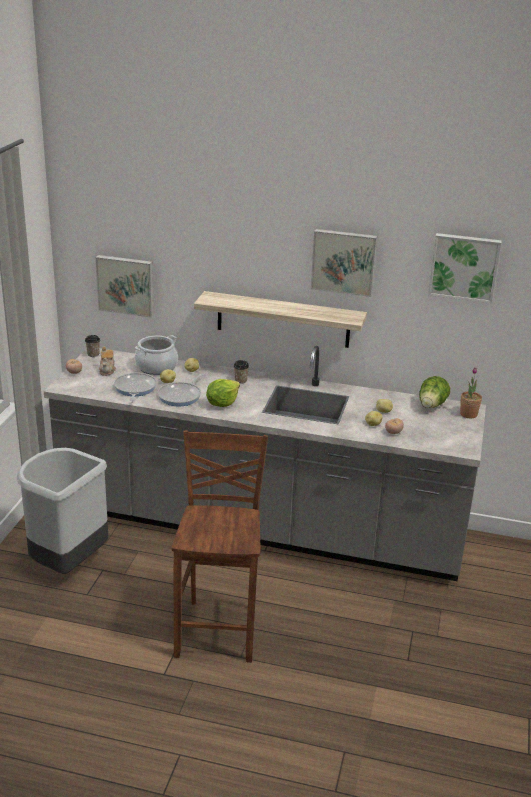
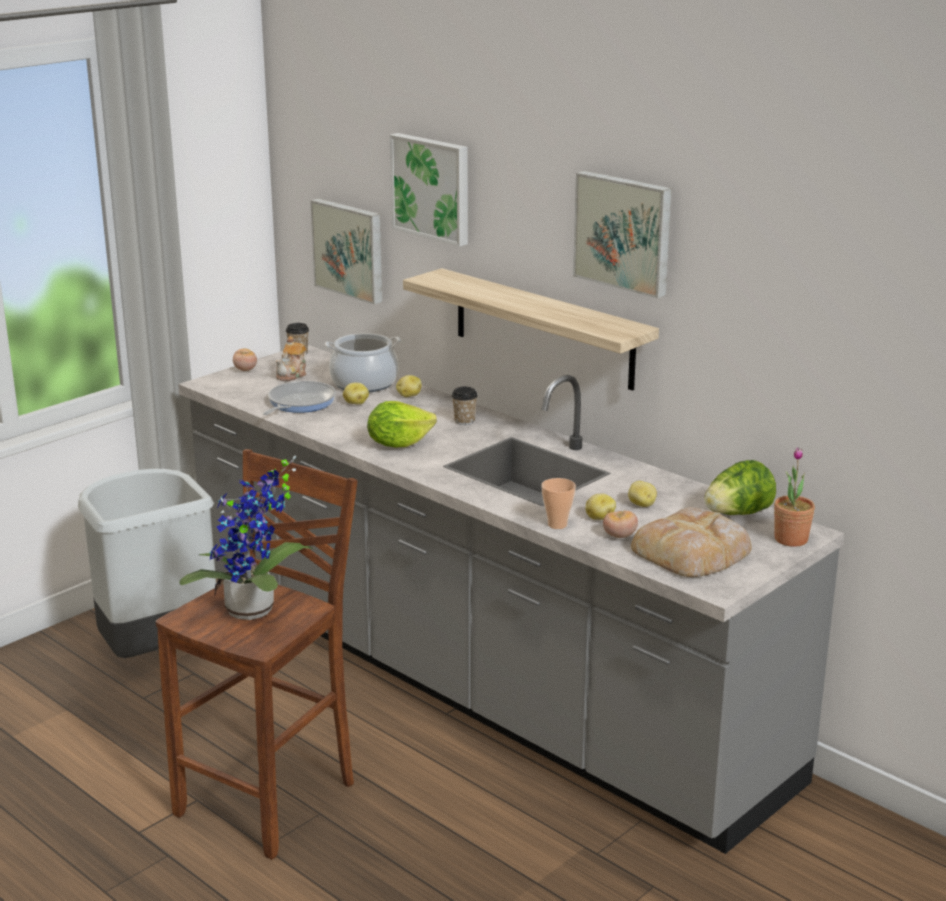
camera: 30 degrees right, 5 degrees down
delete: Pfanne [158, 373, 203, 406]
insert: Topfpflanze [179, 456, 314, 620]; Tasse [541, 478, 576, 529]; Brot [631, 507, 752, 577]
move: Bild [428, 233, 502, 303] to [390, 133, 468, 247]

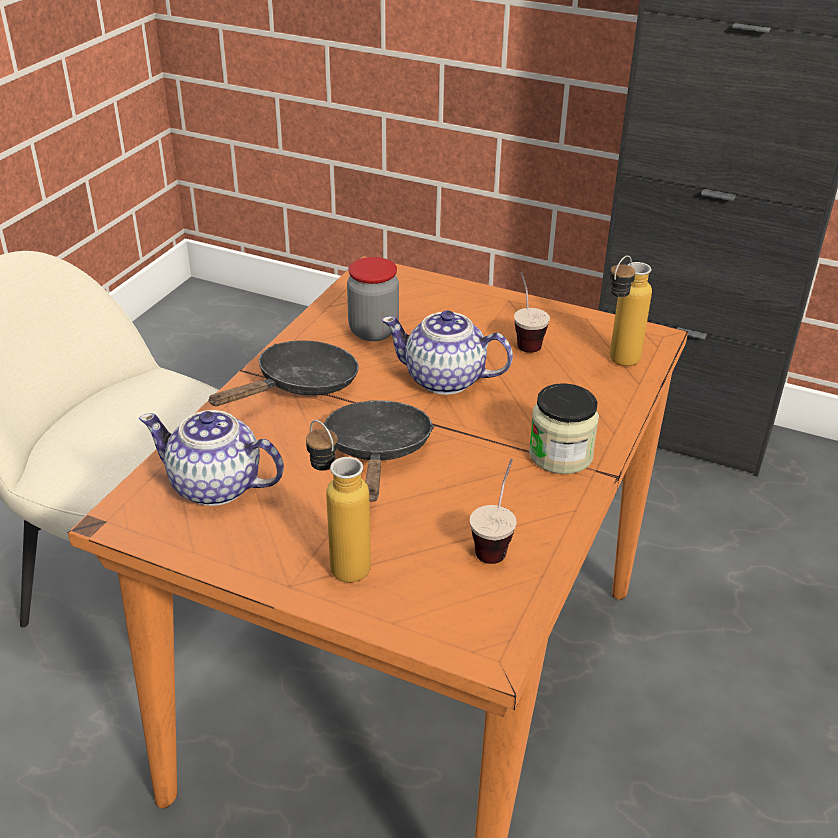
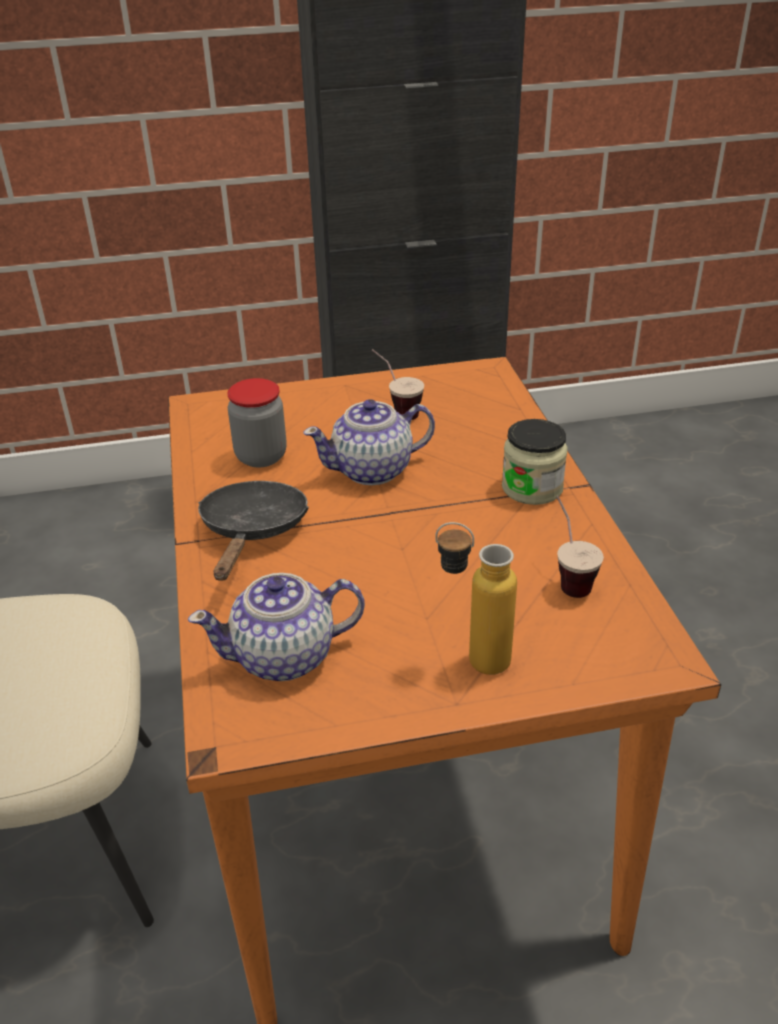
camera: 35 degrees left, 0 degrees up
delete: Pfanne/schwarz [323, 400, 434, 502]; Flasche [610, 255, 652, 366]

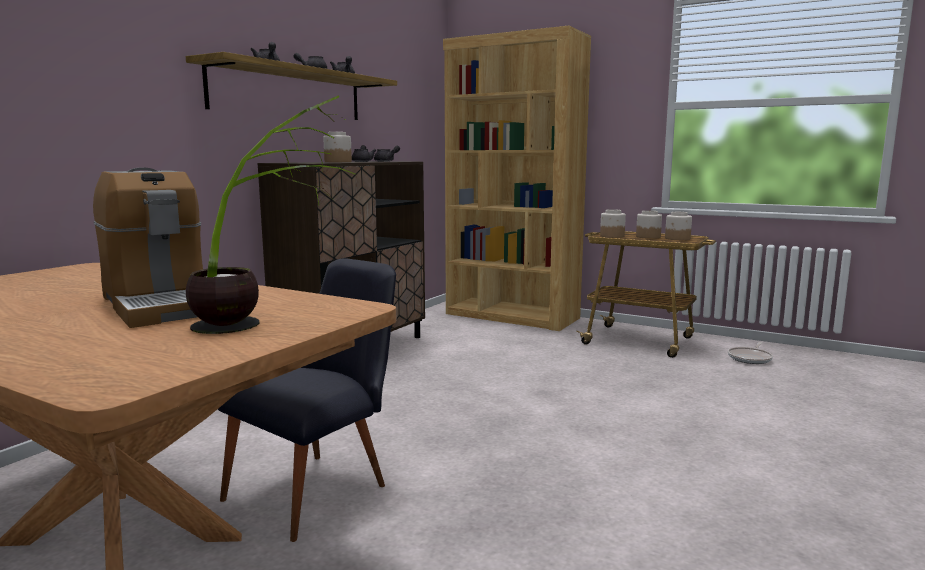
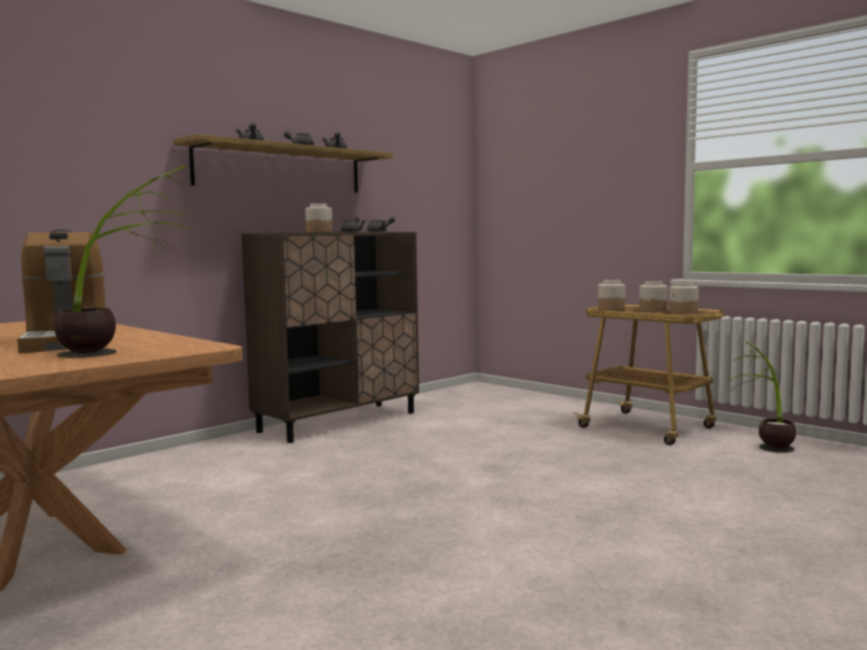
camera: 15 degrees right, 5 degrees down
delete: Stuhl/schwarz [218, 258, 396, 542]; Bücherregal/braun [443, 26, 591, 331]
replace: Pfanne [728, 342, 773, 364] to Topfpflanze [729, 342, 796, 453]

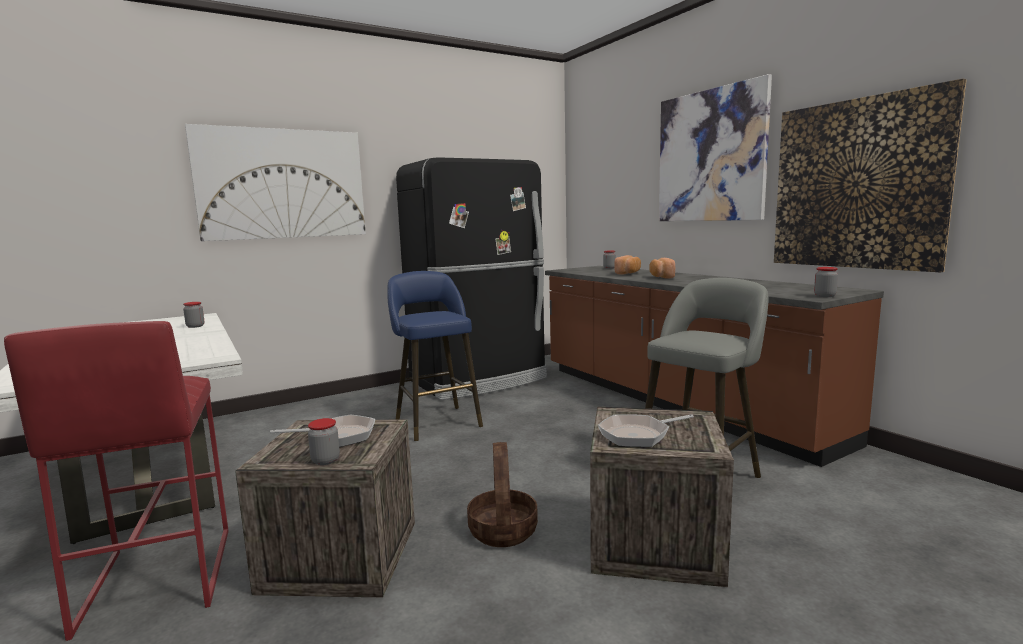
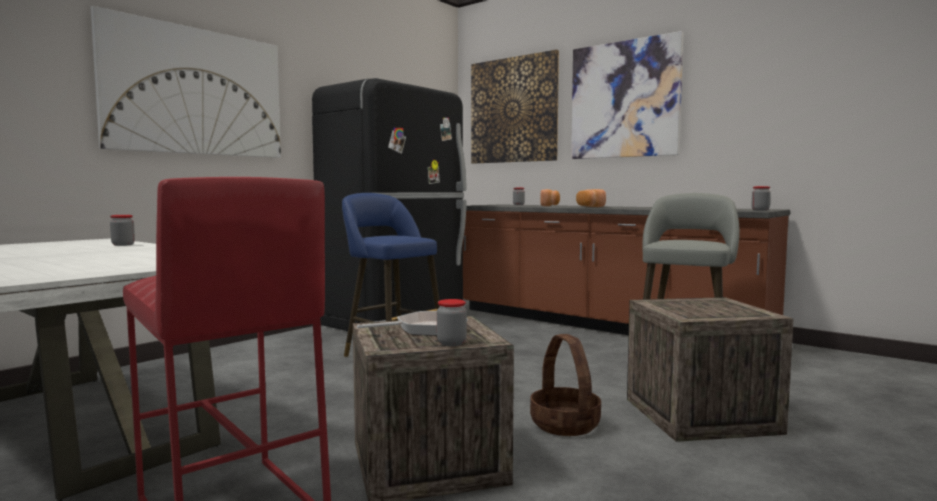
camera: 20 degrees left, 5 degrees down
delete: Pfanne [598, 414, 694, 447]
move: Bild [774, 79, 967, 272] to [471, 50, 559, 164]

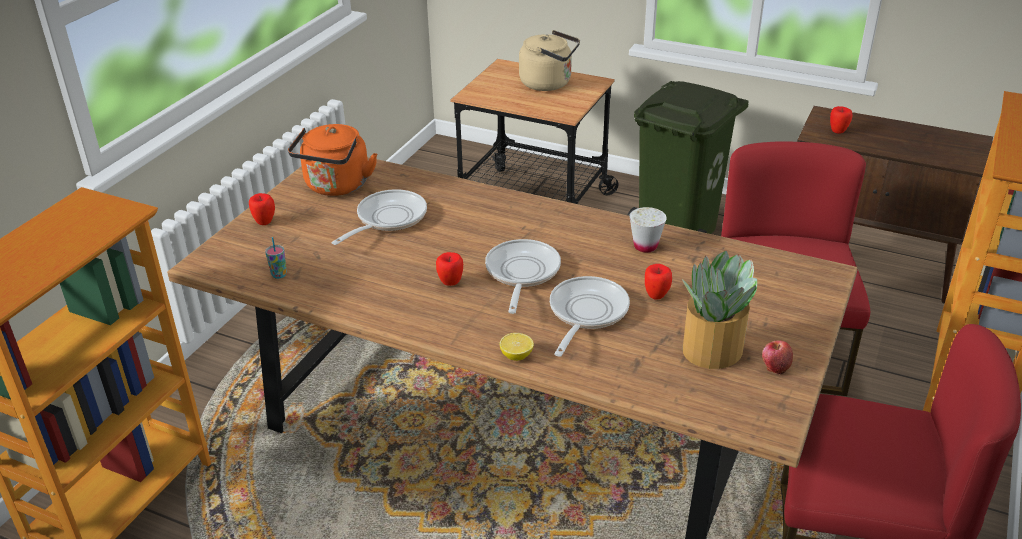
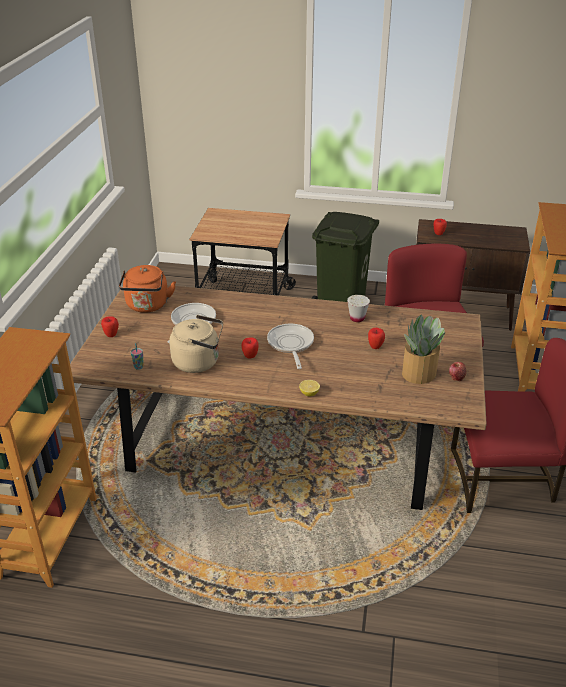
camera: 15 degrees left, 0 degrees up
delete: Pfanne [550, 276, 630, 357]
move: Wasserkessel/beige [519, 30, 580, 91] to [169, 315, 223, 373]

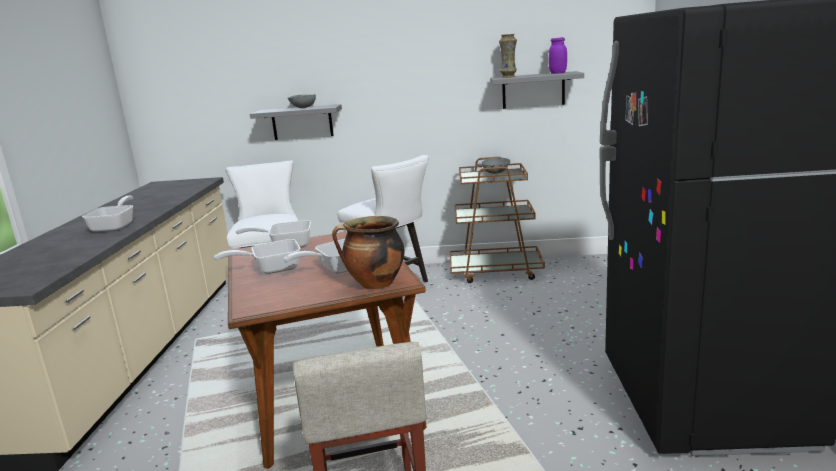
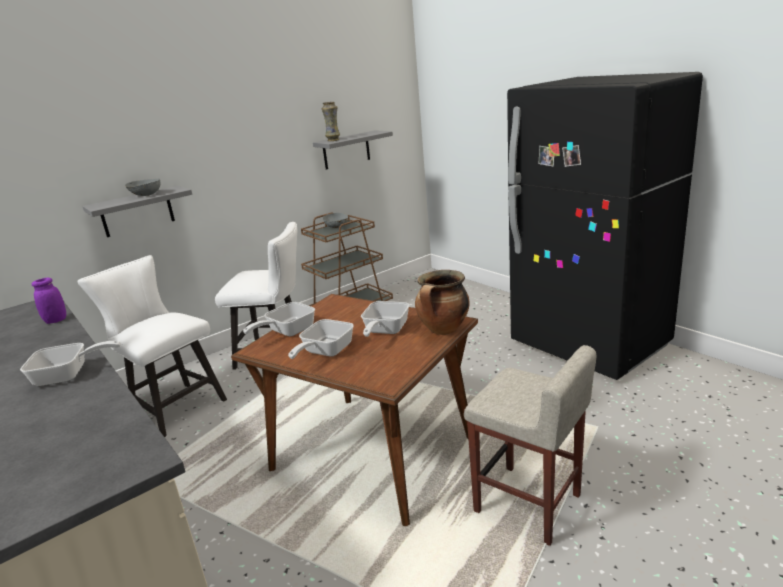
camera: 40 degrees left, 5 degrees up
move: Vorratsglas/lila [548, 37, 567, 74] to [32, 278, 66, 324]
rotate: Pfanne [82, 196, 133, 232] = [20, 341, 121, 386] 120 degrees clockwise

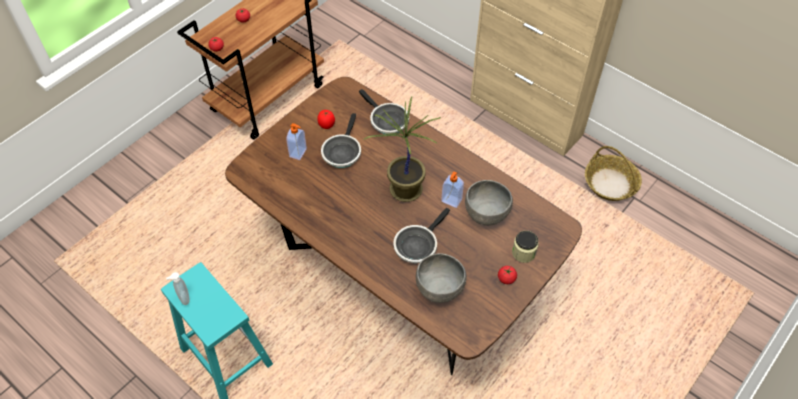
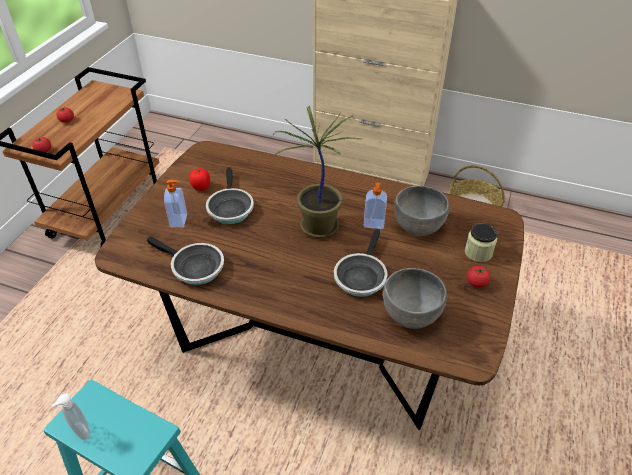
camera: 20 degrees left, 10 degrees down
move: Pfanne [359, 89, 409, 134] to [147, 236, 224, 285]

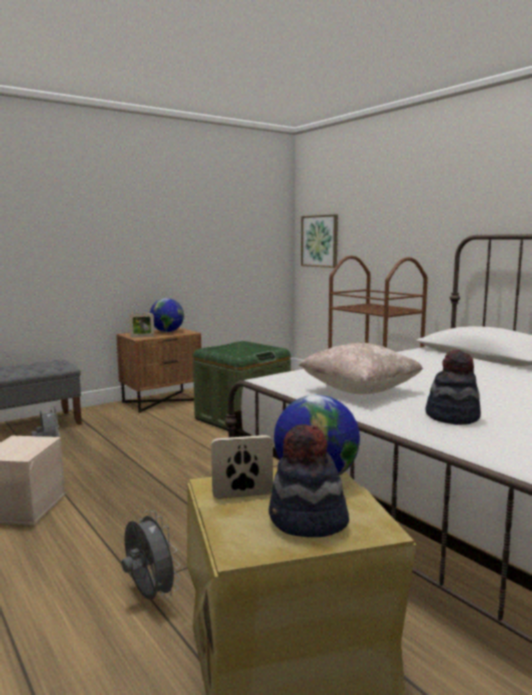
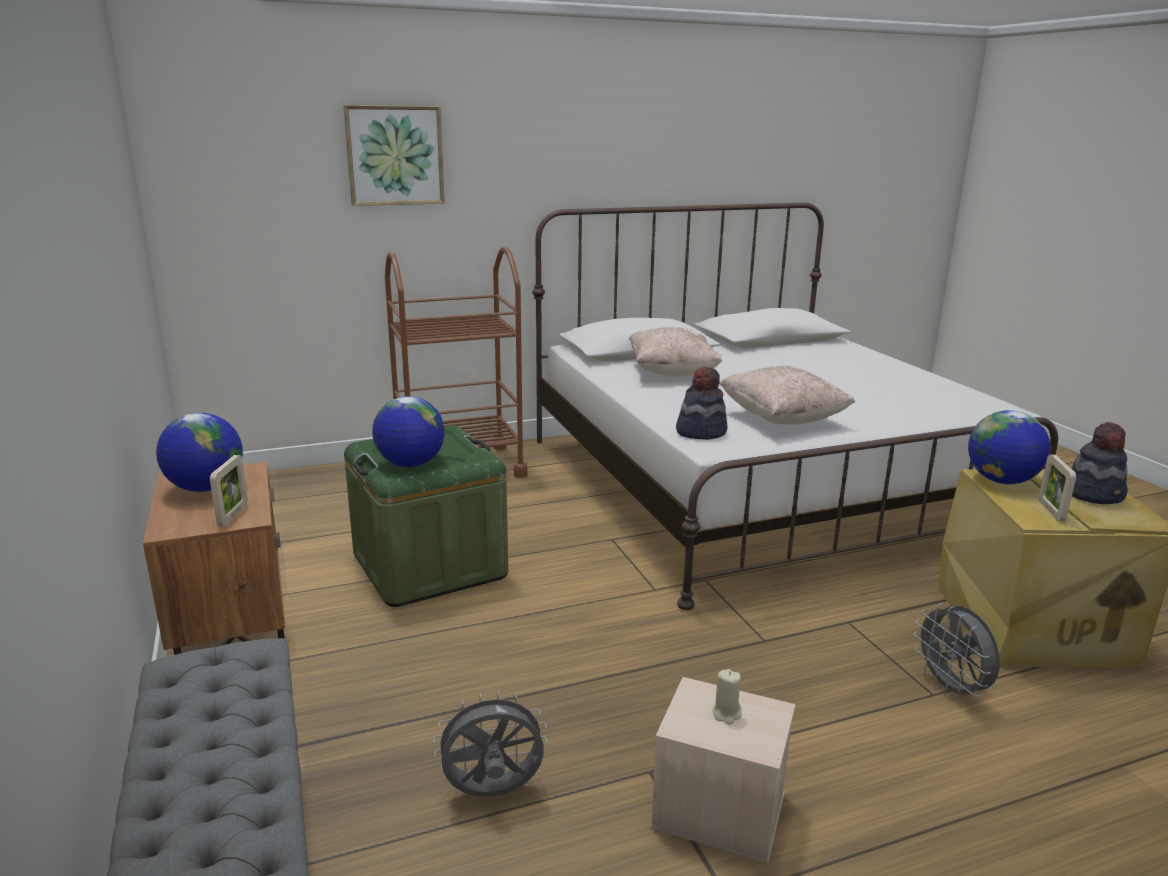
camera: 75 degrees left, 10 degrees up
insert: Globus [372, 396, 445, 467]; Kissen/beige [629, 327, 722, 377]; Kerze/beige [712, 669, 742, 724]
move: Bild [301, 214, 338, 268] to [343, 105, 445, 206]; Hut [425, 350, 481, 425] to [676, 367, 727, 440]
rotate: Ventilator/grau [121, 510, 181, 600] = [913, 603, 1000, 701] 90 degrees counterclockwise

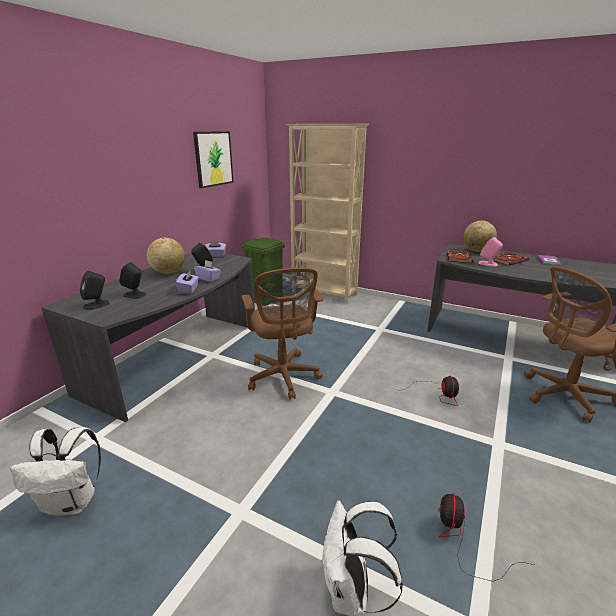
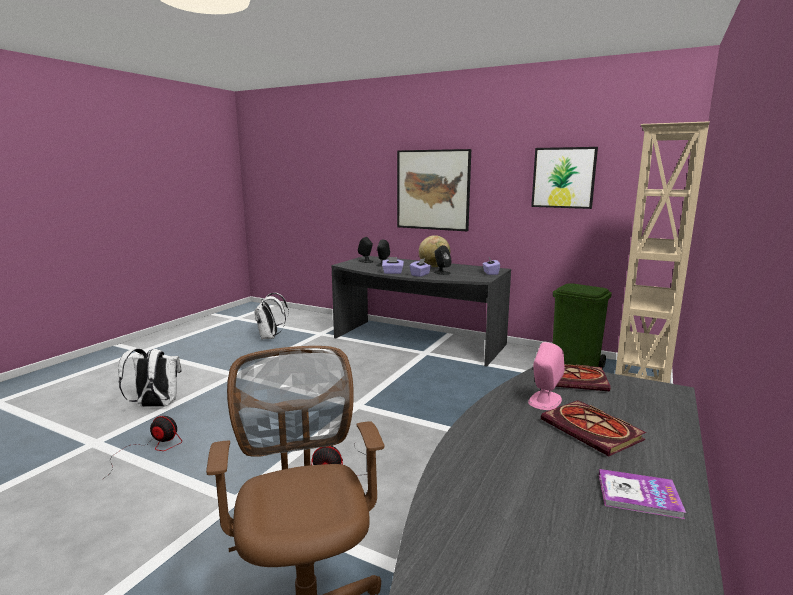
camera: 90 degrees right, 10 degrees down
delete: Bürostuhl/braun [241, 268, 323, 400]; Globus [463, 221, 497, 252]
insert: Bild [397, 149, 471, 231]

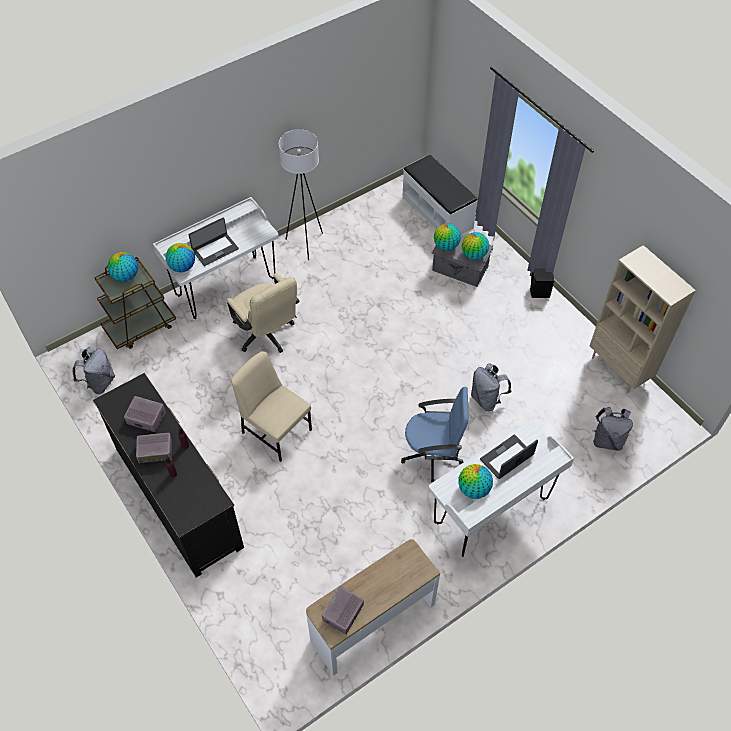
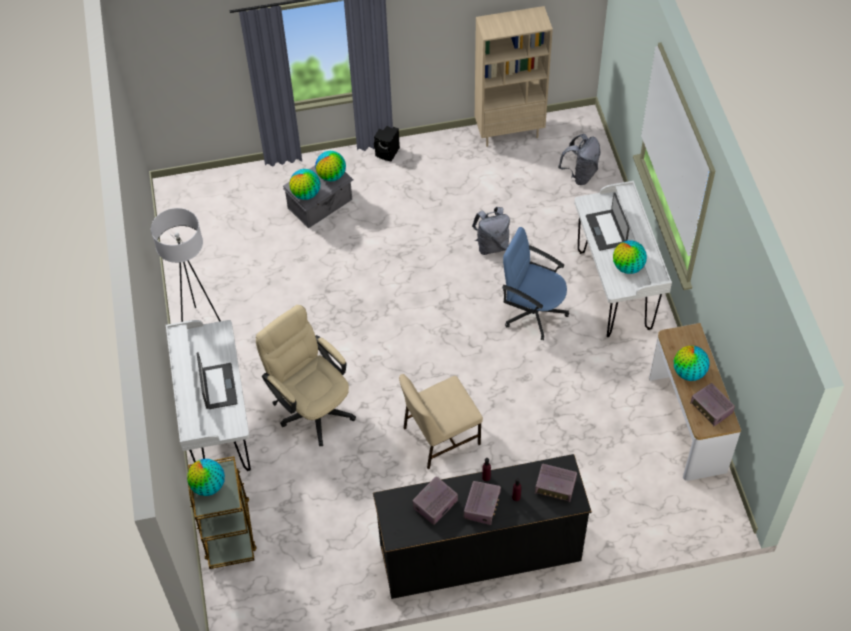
camera: 65 degrees left, 0 degrees up
delete: Rucksack/grau [73, 347, 115, 394]; Bank/weiß [402, 154, 478, 235]
insert: Radio [535, 464, 577, 502]
move: Globus [166, 243, 195, 272] to [674, 346, 709, 381]
rotate: Bürostuhl/beige [227, 273, 300, 353] = [256, 305, 356, 446] 120 degrees counterclockwise; Bürostuhl/blau [401, 387, 469, 483] = [502, 227, 569, 340] 90 degrees counterclockwise

